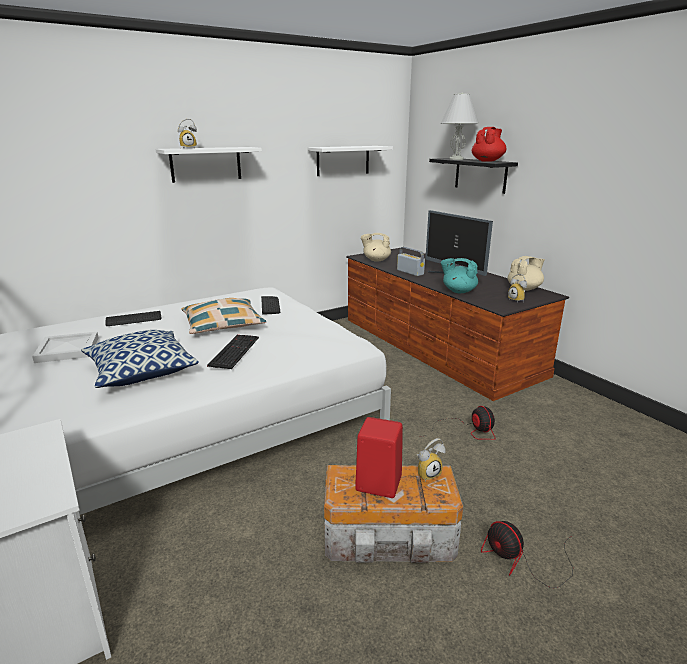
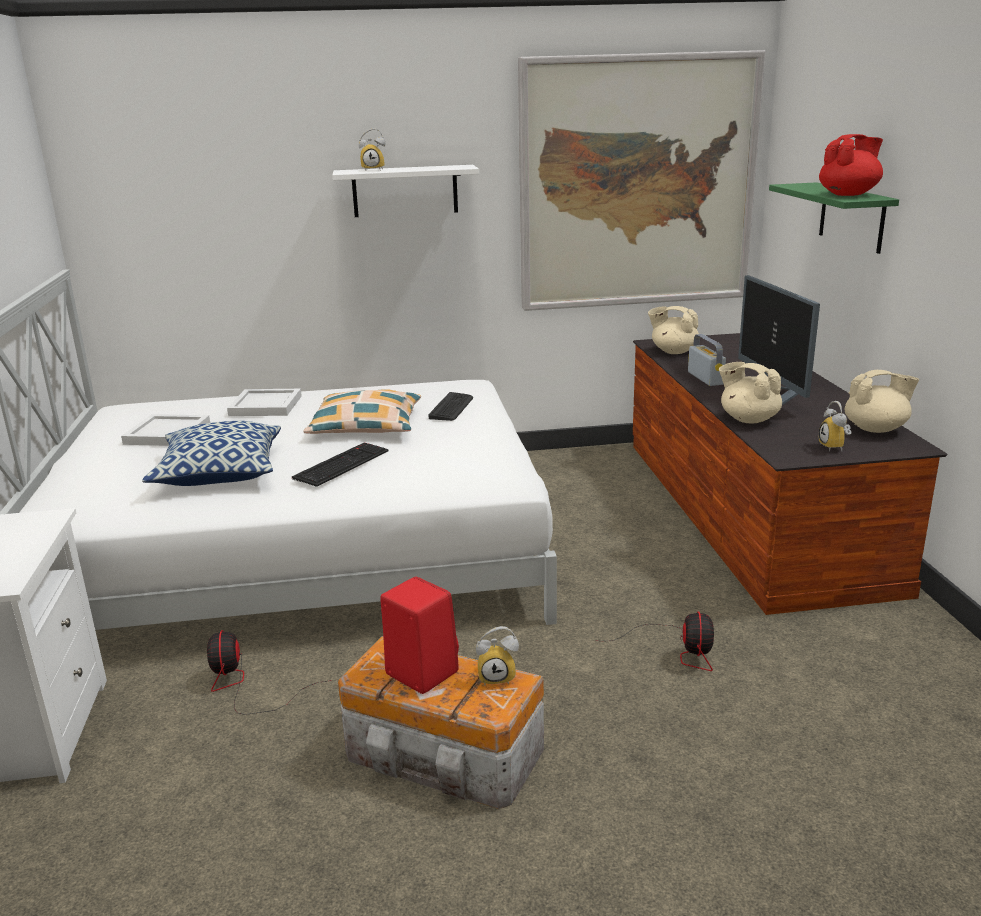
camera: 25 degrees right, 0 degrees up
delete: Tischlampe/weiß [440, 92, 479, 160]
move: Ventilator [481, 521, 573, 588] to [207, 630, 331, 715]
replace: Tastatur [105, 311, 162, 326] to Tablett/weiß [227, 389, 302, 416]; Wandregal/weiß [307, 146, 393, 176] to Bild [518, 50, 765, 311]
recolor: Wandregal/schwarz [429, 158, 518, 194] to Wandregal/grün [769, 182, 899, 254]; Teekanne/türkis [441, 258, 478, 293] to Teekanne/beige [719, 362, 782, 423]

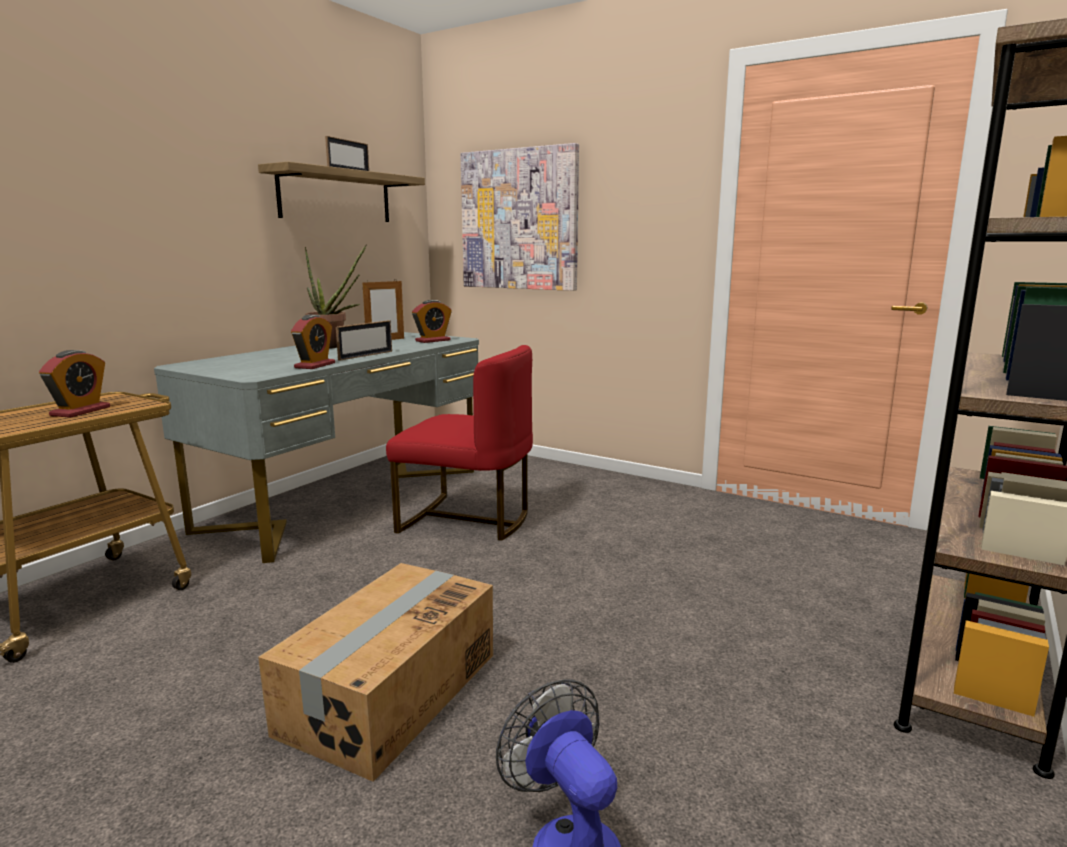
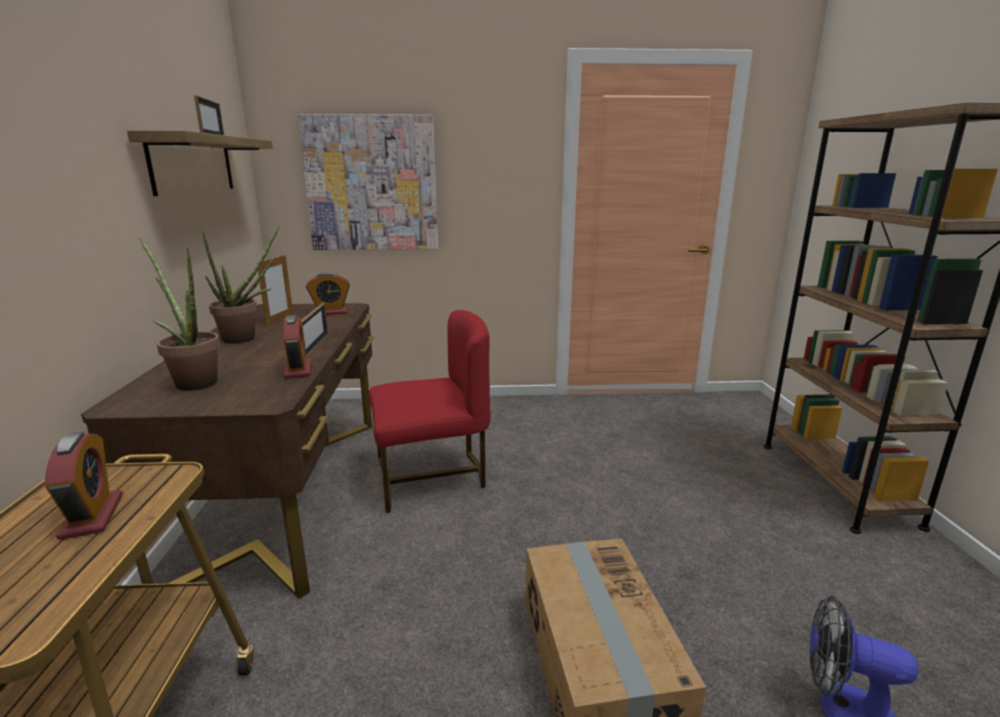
camera: 35 degrees left, 5 degrees up
insert: Topfpflanze [139, 238, 220, 391]
recolor: Schreibtisch/grau [154, 332, 479, 563] to Schreibtisch/braun [81, 303, 374, 601]
rotate: Wecker [412, 300, 452, 343] = [306, 272, 350, 315] 60 degrees clockwise

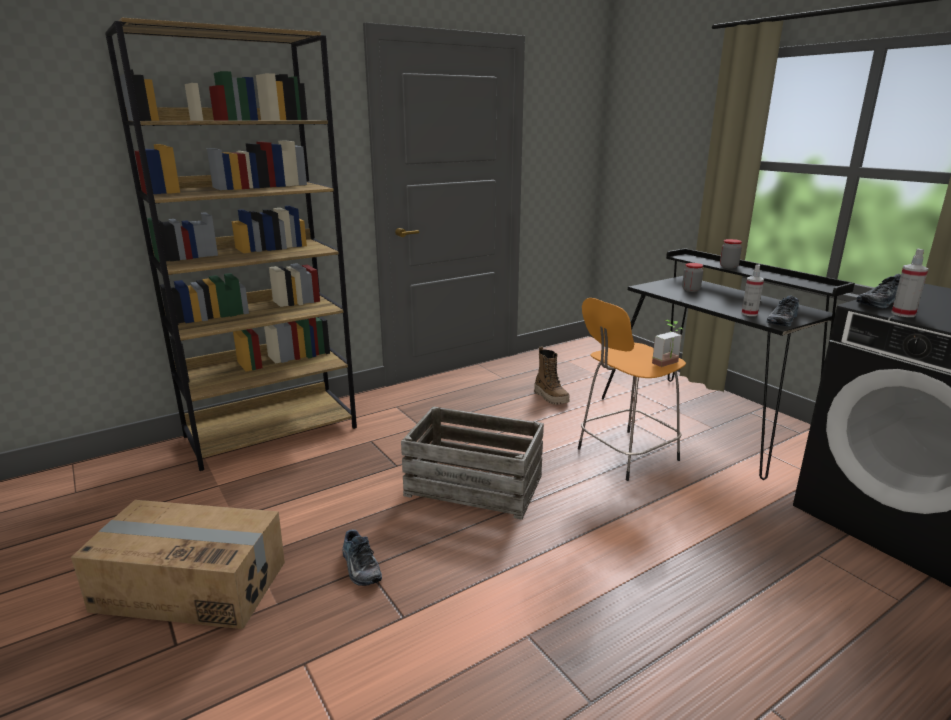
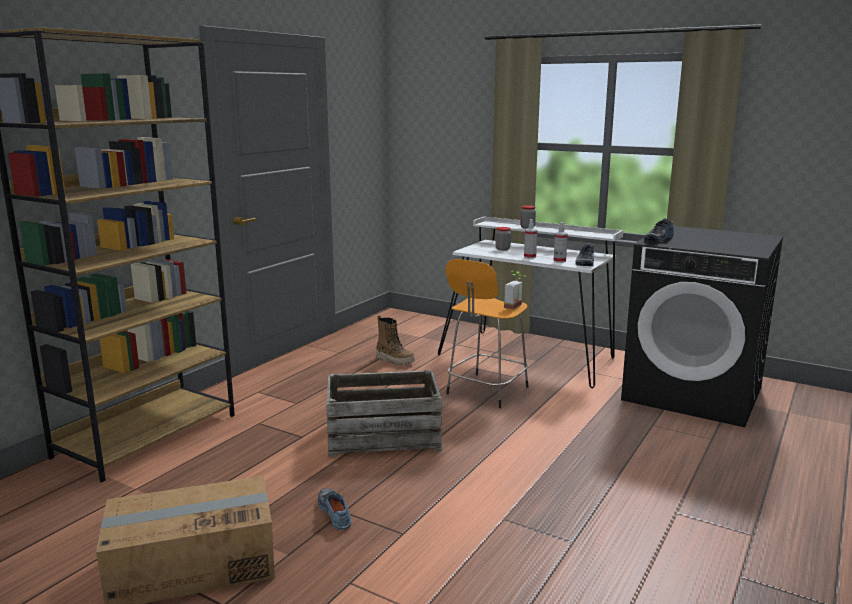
camera: 25 degrees left, 5 degrees down
move: Sprühflasche [891, 249, 929, 317] to [524, 219, 537, 259]
recolor: Schreibtisch/schwarz [602, 248, 855, 480] to Schreibtisch/weiß [438, 217, 623, 389]
rotate: Schuh [342, 530, 382, 586] = [318, 488, 352, 530] 150 degrees counterclockwise

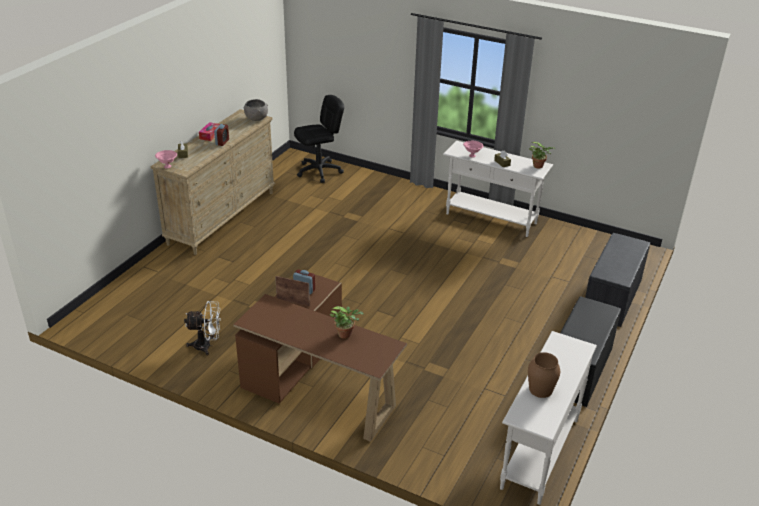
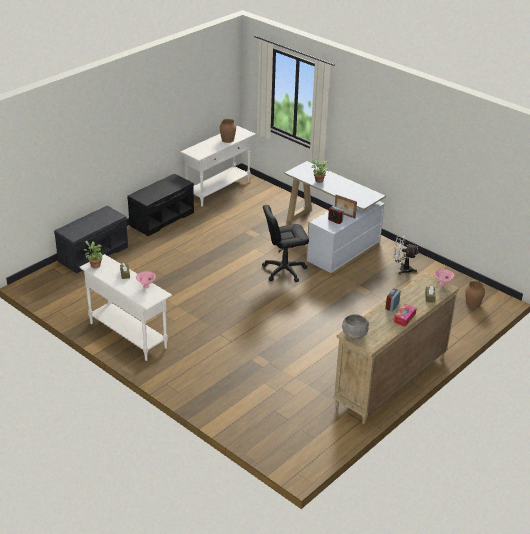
camera: 165 degrees left, 0 degrees up
insert: Vase/braun [465, 281, 485, 308]
move: Bürostuhl/schwarz [294, 95, 344, 183] to [262, 205, 309, 282]
recolor: Schreibtisch/braun [233, 275, 407, 442] to Schreibtisch/weiß [284, 161, 386, 273]

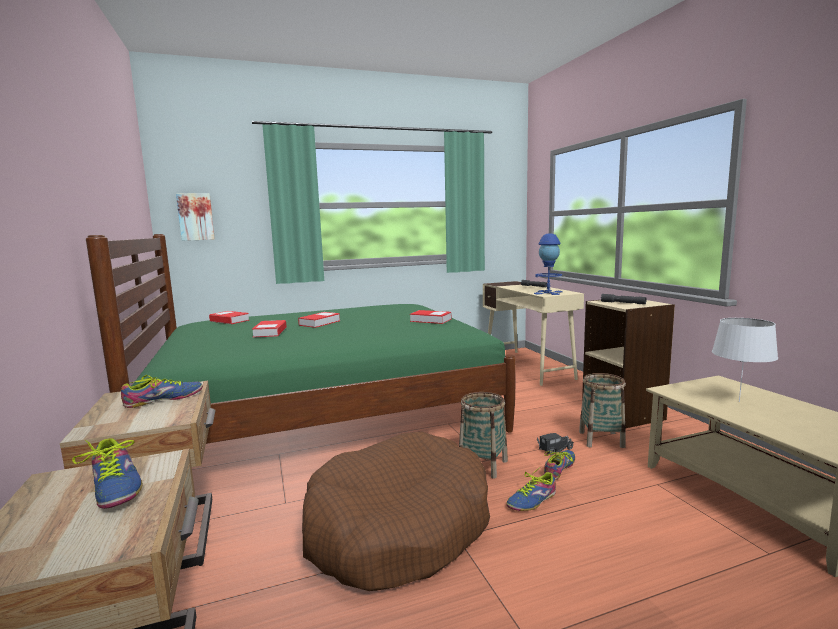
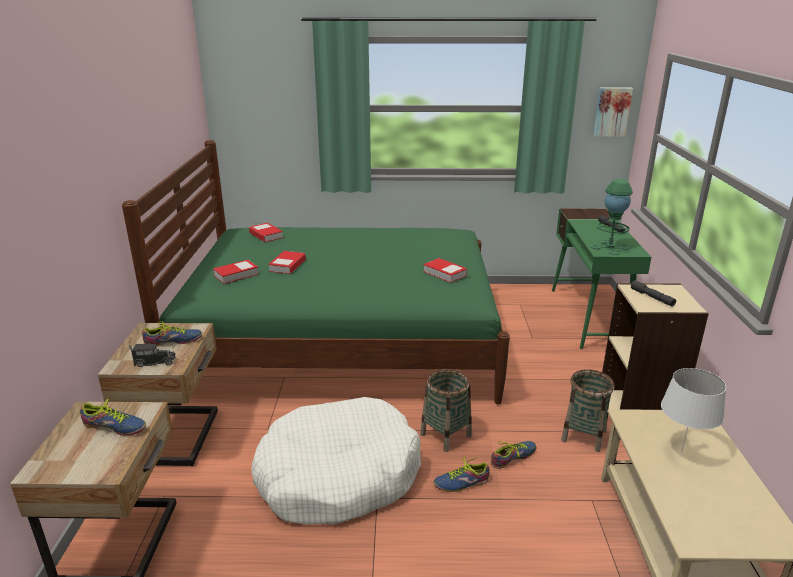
camera: 20 degrees right, 15 degrees up
move: Bild [176, 193, 215, 241] to [593, 87, 633, 137]; Buch [298, 312, 340, 328] to [213, 260, 259, 284]; Spielzeuglaster [537, 433, 574, 455] to [129, 344, 176, 367]
recolor: Hundebett/braun [302, 432, 490, 591] to Hundebett/weiß [251, 397, 421, 524]; Schreibtisch/beige [483, 281, 584, 386] to Schreibtisch/grün [552, 208, 651, 349]; Tischlampe/blau [534, 234, 563, 295] to Tischlampe/grün [591, 179, 633, 255]
rotate: Schuh [72, 438, 143, 509] = [80, 398, 146, 436] 60 degrees counterclockwise

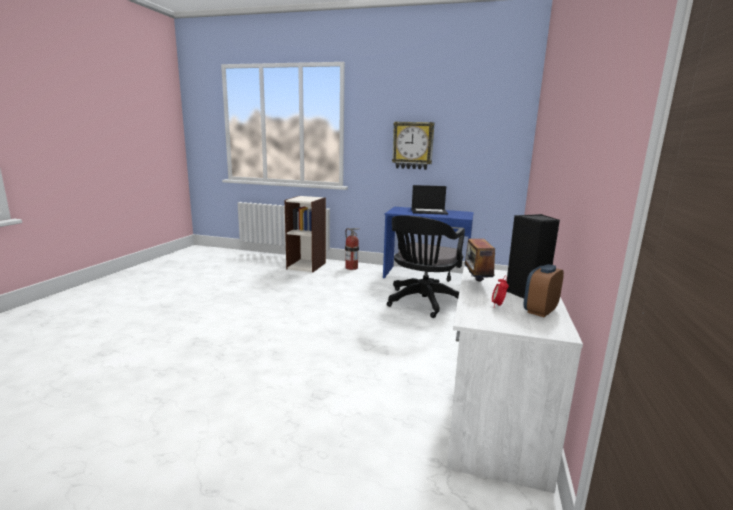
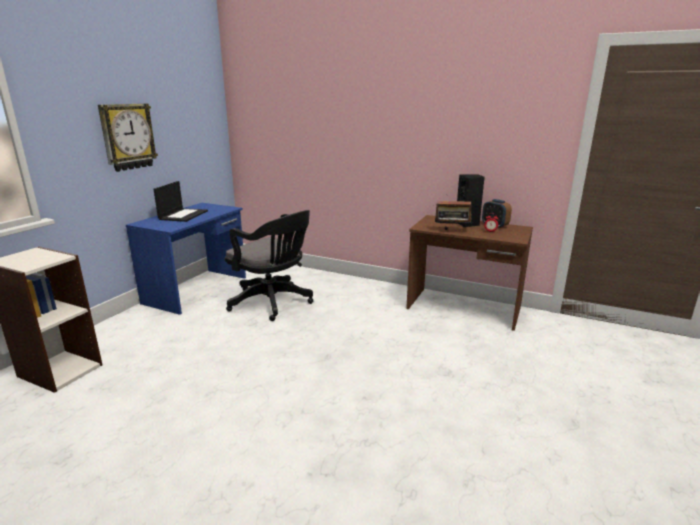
camera: 80 degrees left, 5 degrees up
delete: Feuerlöscher [345, 228, 359, 270]
recolor: Schreibtisch/weiß [447, 267, 583, 493] to Schreibtisch/braun [406, 215, 533, 331]

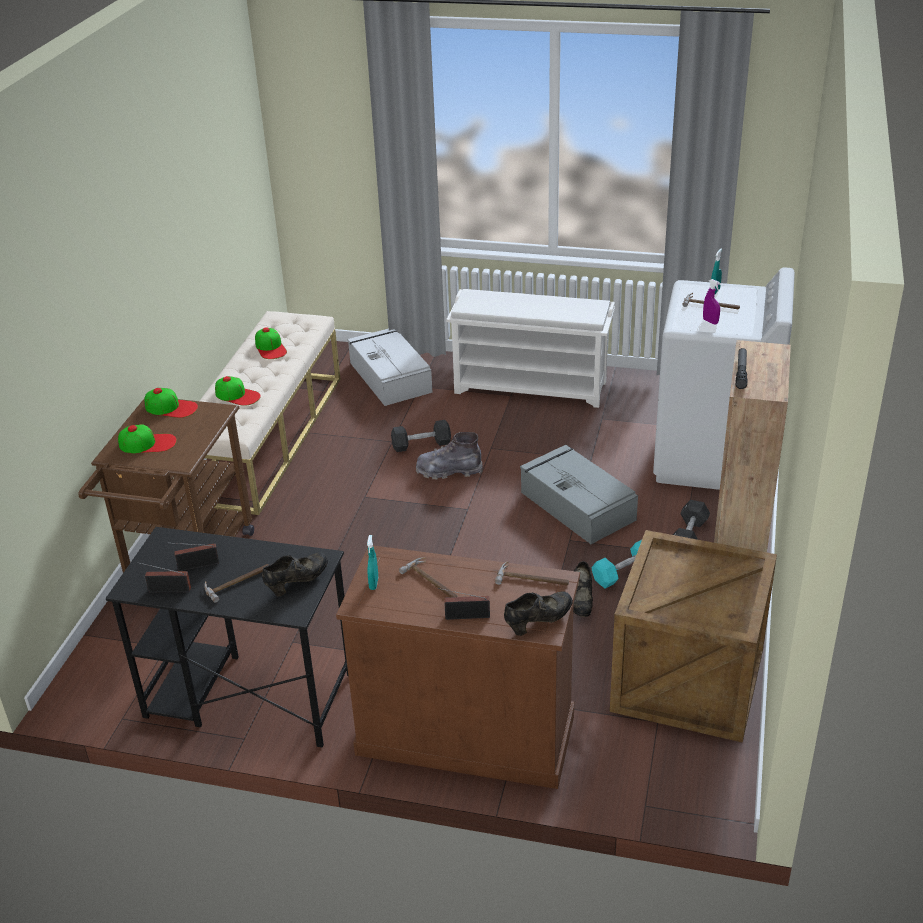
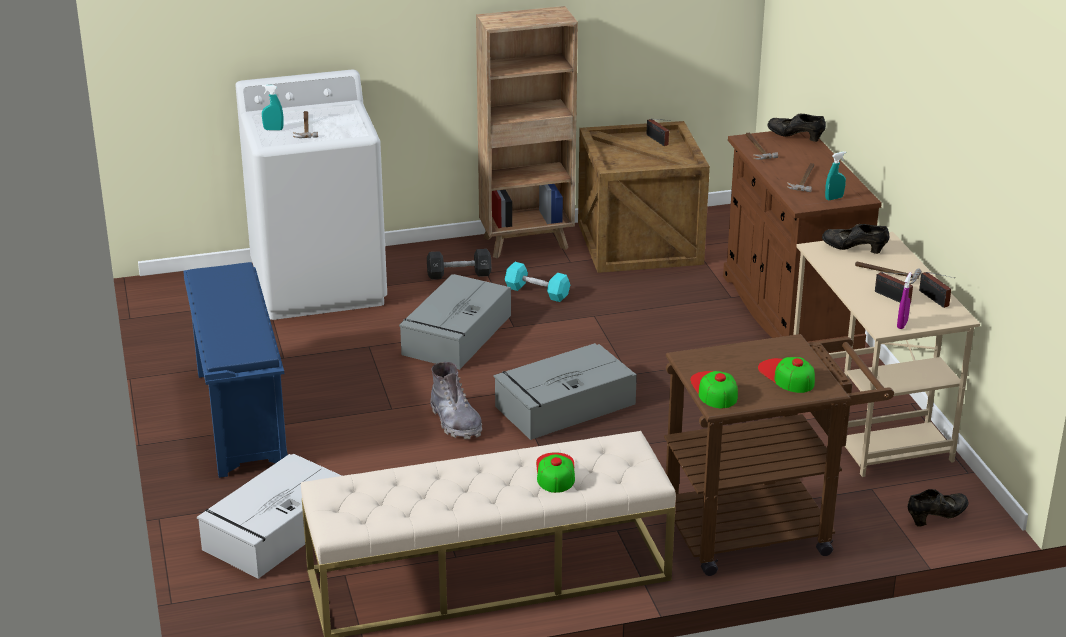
camera: 120 degrees left, 5 degrees down
delete: Kappe [255, 327, 287, 359]; Hantel/schwarz [391, 420, 451, 452]; Taschenlampe [735, 348, 747, 389]
insert: Aufbewahrungsbox/grau [494, 343, 637, 440]
move: Radio [438, 588, 490, 620] to [647, 119, 671, 146]; Schuh/schwarz [573, 561, 593, 617] to [908, 489, 969, 527]; Sprühflasche/lila [703, 279, 721, 325] to [897, 272, 912, 329]
recolor: Schreibtisch/schwarz [106, 527, 348, 747] to Schreibtisch/beige [793, 232, 980, 477]; Schuhregal/weiß [446, 289, 615, 408] to Schuhregal/blau [183, 262, 288, 478]

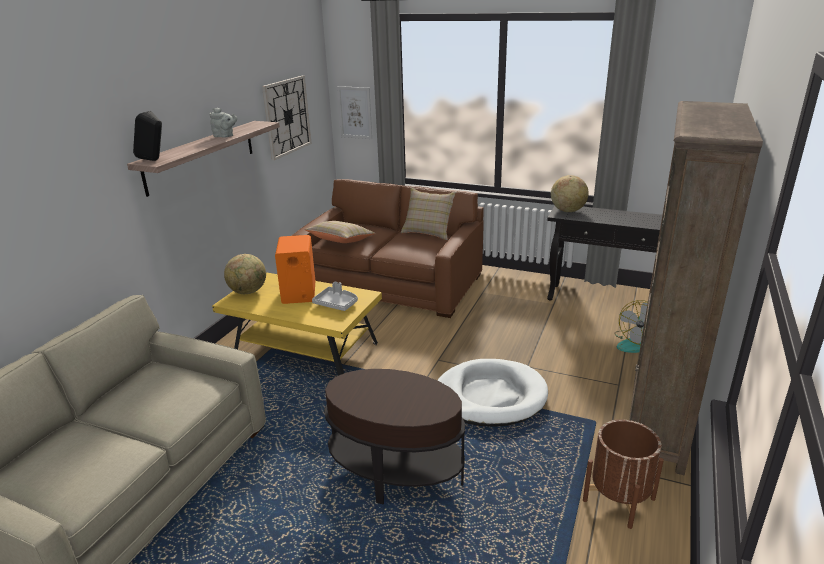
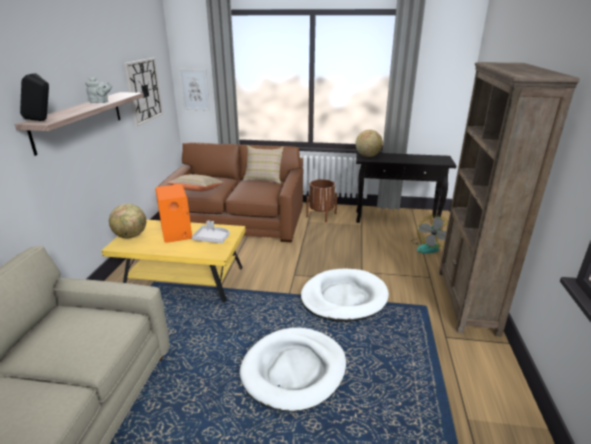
camera: 15 degrees left, 0 degrees up
move: Pflanzkübel/braun [583, 419, 664, 529] to [306, 179, 337, 222]
replace: Beistelltisch/braun [324, 369, 465, 504] to Hundebett/weiß [240, 327, 346, 412]

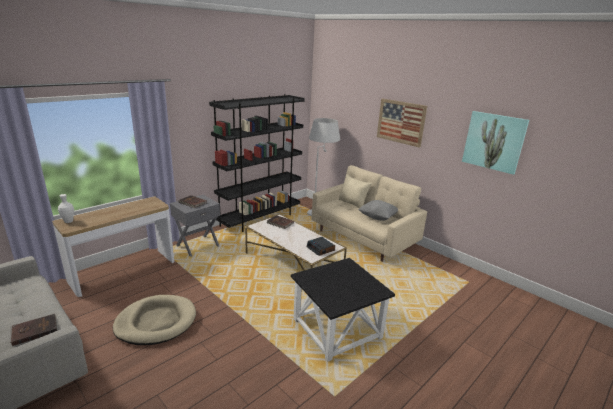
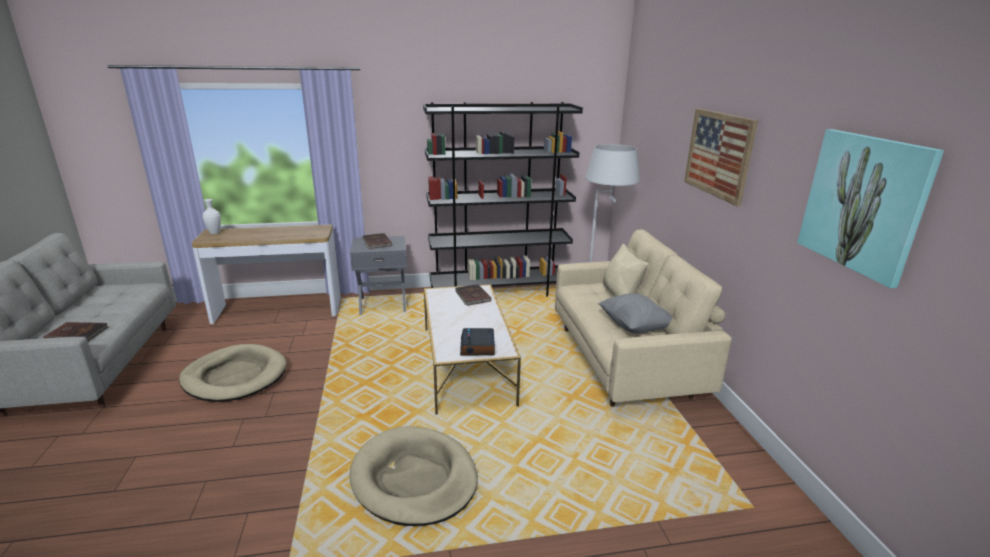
camera: 35 degrees right, 0 degrees up
replace: Beistelltisch/schwarz [291, 258, 395, 362] to Hundebett/beige [349, 426, 478, 526]

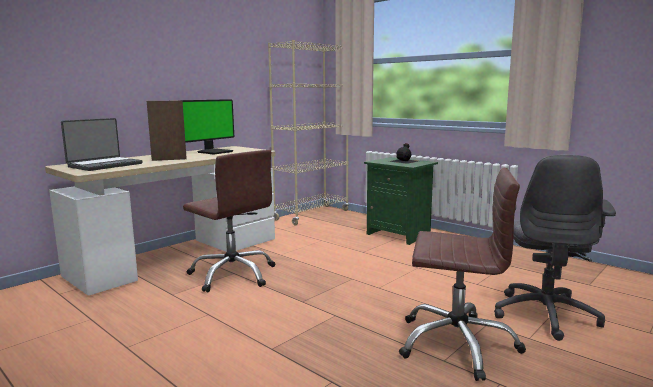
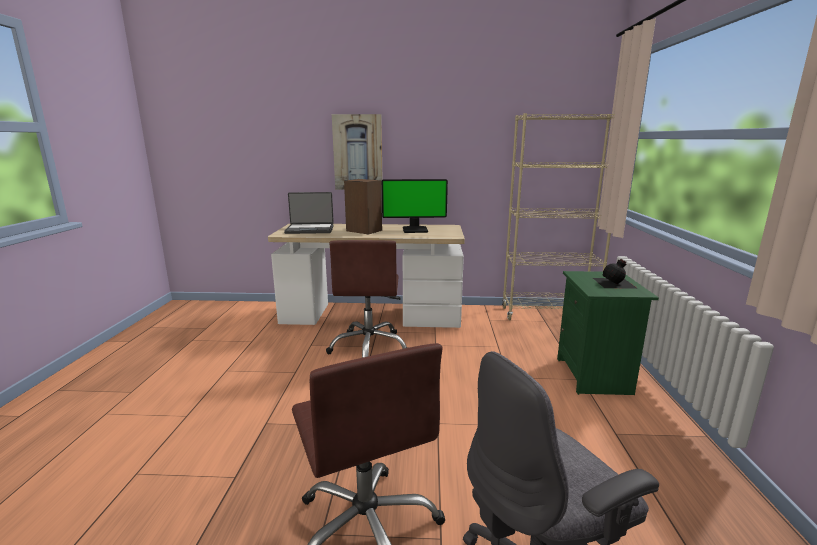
camera: 50 degrees right, 5 degrees up
insert: Bild [332, 114, 383, 190]

